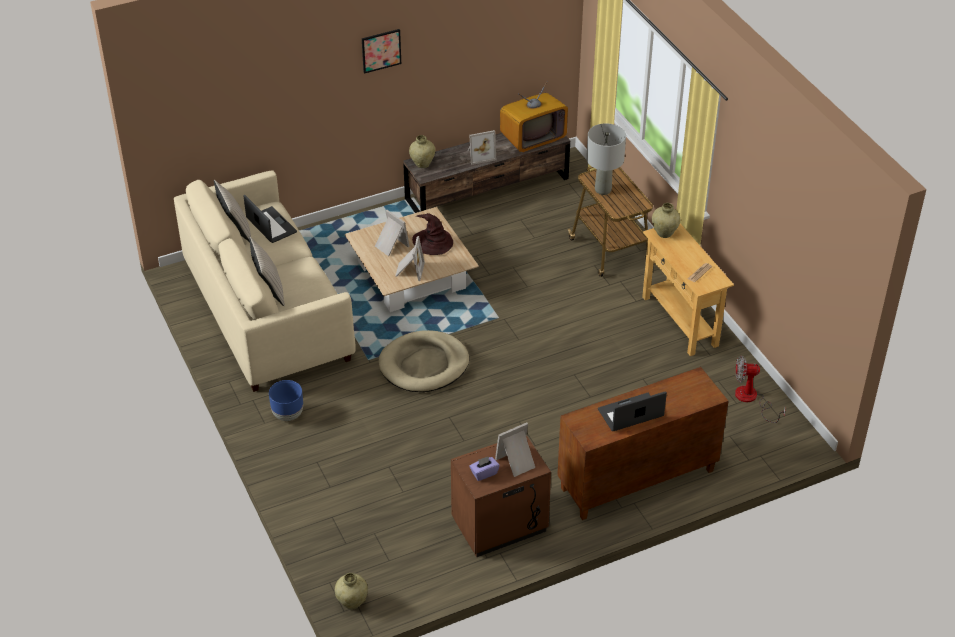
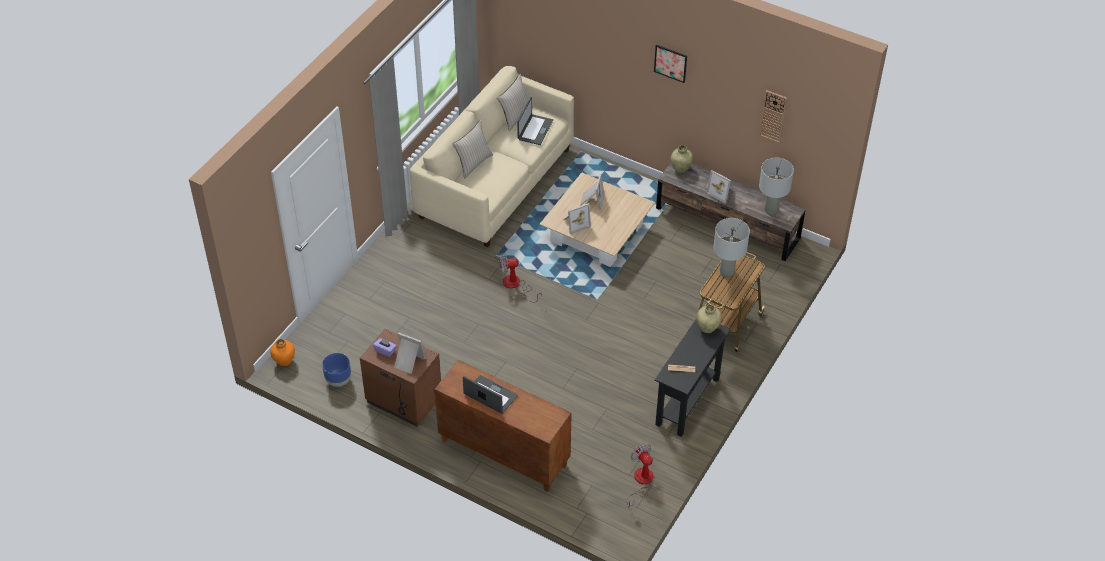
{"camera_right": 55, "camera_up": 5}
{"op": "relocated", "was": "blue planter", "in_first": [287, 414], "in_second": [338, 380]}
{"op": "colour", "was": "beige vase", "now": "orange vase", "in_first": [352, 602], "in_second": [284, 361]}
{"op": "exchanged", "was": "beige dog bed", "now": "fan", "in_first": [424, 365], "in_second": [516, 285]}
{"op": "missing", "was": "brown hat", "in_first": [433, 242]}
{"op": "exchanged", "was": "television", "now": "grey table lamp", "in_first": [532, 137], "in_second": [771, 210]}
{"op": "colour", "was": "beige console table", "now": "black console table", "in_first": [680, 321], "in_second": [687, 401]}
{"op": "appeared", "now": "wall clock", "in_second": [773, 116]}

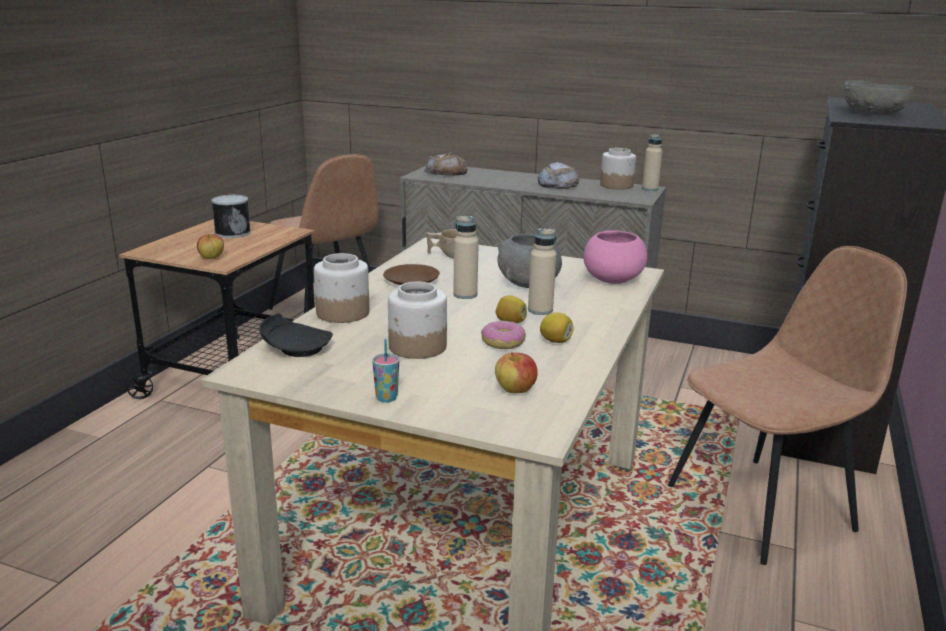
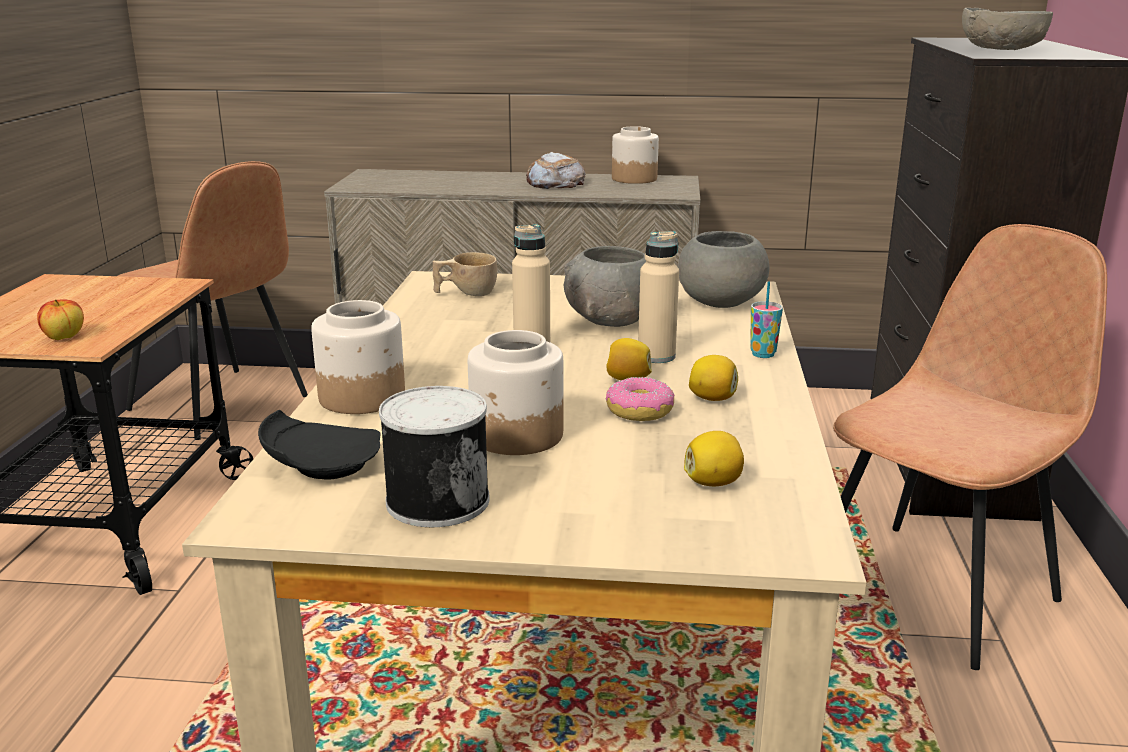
{"camera_right": -15, "camera_up": 0}
{"op": "relocated", "was": "can", "in_first": [232, 232], "in_second": [436, 500]}
{"op": "relocated", "was": "cup", "in_first": [386, 398], "in_second": [763, 354]}
{"op": "missing", "was": "brown plate", "in_first": [412, 281]}
{"op": "missing", "was": "bread", "in_first": [446, 172]}
{"op": "exchanged", "was": "apple", "now": "lemon", "in_first": [515, 390], "in_second": [713, 482]}
{"op": "colour", "was": "pink bowl", "now": "grey bowl", "in_first": [612, 279], "in_second": [720, 302]}
{"op": "missing", "was": "beige bottle", "in_first": [650, 189]}

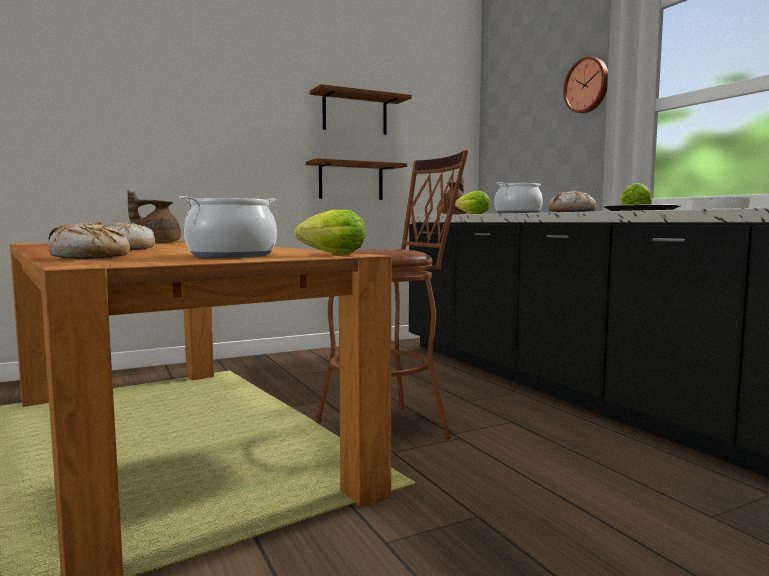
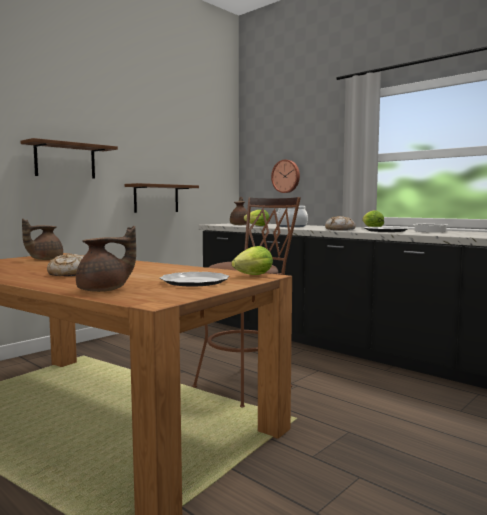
{"camera_right": -20, "camera_up": 0}
{"op": "exchanged", "was": "bread", "now": "brown teapot", "in_first": [90, 257], "in_second": [104, 290]}
{"op": "exchanged", "was": "cooking pot", "now": "plate", "in_first": [231, 256], "in_second": [194, 281]}
{"op": "relocated", "was": "brown shelf", "in_first": [355, 114], "in_second": [65, 161]}
{"op": "relocated", "was": "wall clock", "in_first": [587, 85], "in_second": [286, 176]}

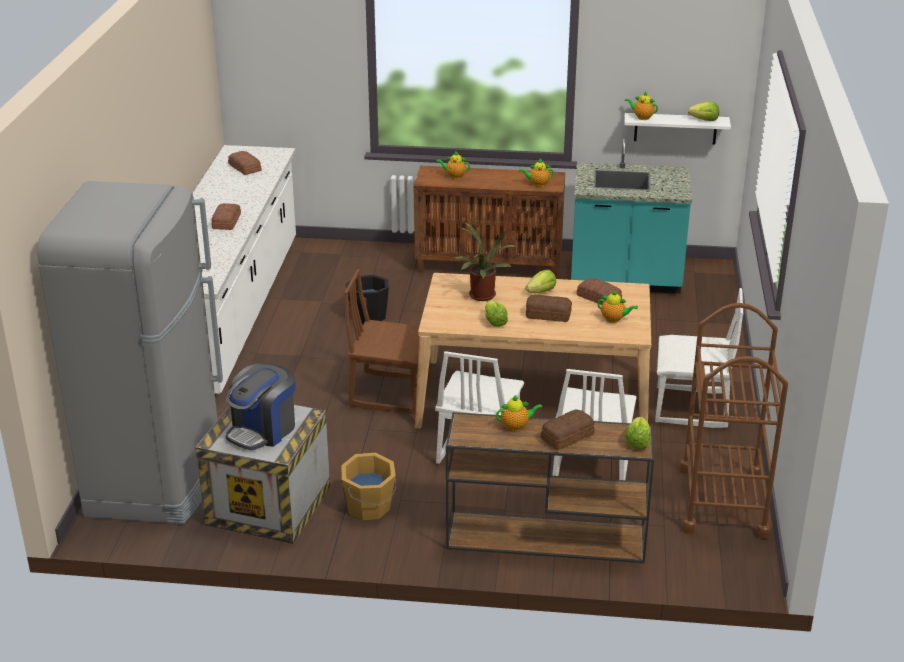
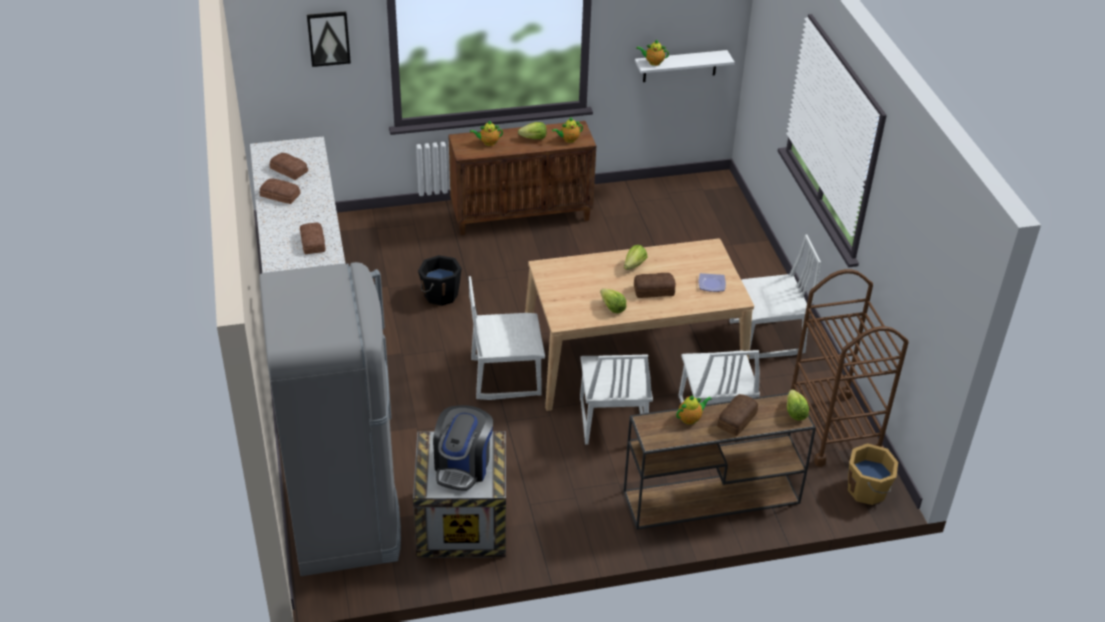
{"camera_right": -20, "camera_up": 10}
{"op": "relocated", "was": "orange bucket", "in_first": [369, 507], "in_second": [867, 490]}
{"op": "colour", "was": "brown chair", "now": "white chair", "in_first": [390, 392], "in_second": [505, 377]}
{"op": "missing", "was": "potted plant", "in_first": [481, 297]}
{"op": "missing", "was": "turquoise counter", "in_first": [625, 280]}
{"op": "relocated", "was": "bread", "in_first": [599, 298], "in_second": [280, 195]}
{"op": "exchanged", "was": "teapot", "now": "plate", "in_first": [614, 319], "in_second": [711, 284]}
{"op": "relocated", "was": "lettuce", "in_first": [704, 120], "in_second": [534, 138]}
{"op": "appeared", "now": "picture", "in_second": [328, 38]}

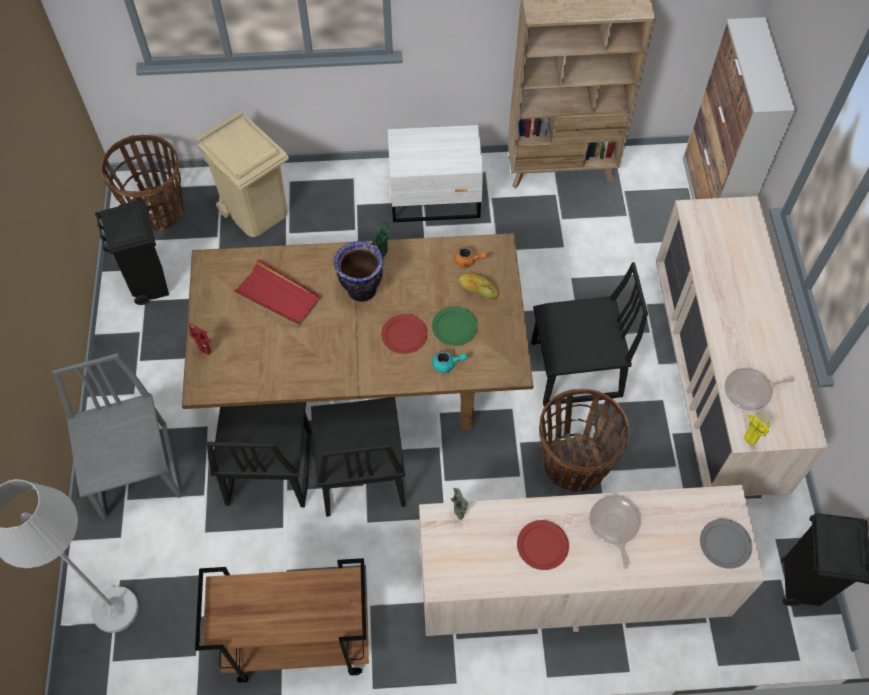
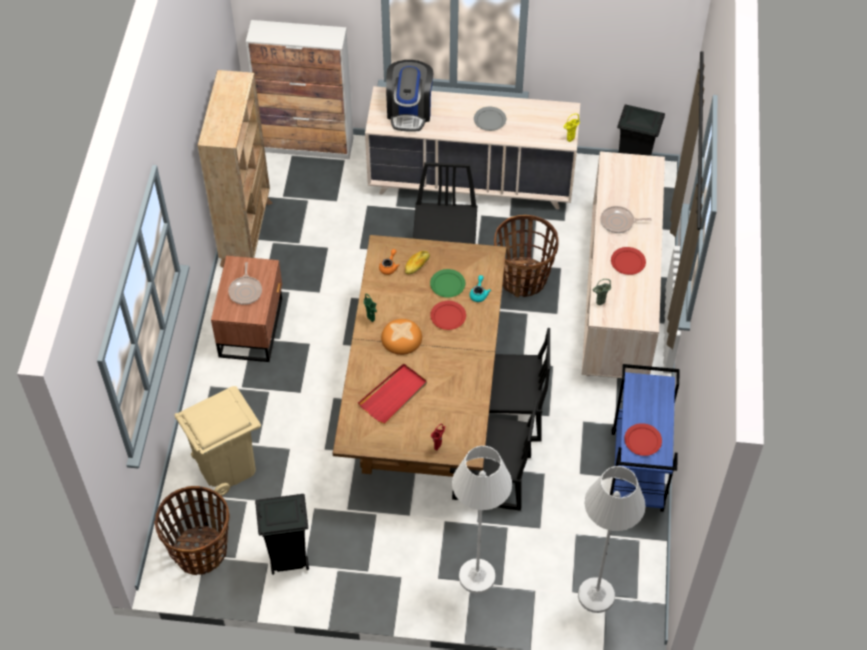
{"camera_right": -80, "camera_up": -5}
{"op": "exchanged", "was": "grey chair", "now": "white floor lamp", "in_first": [137, 471], "in_second": [477, 576]}
{"op": "colour", "was": "brown cart", "now": "blue cart", "in_first": [298, 643], "in_second": [637, 471]}
{"op": "exchanged", "was": "vase", "now": "bread", "in_first": [361, 290], "in_second": [401, 339]}
{"op": "colour", "was": "white nightstand", "now": "brown nightstand", "in_first": [436, 199], "in_second": [253, 327]}
{"op": "relocated", "was": "grey plate", "in_first": [724, 544], "in_second": [489, 120]}
{"op": "relocated", "was": "frying pan", "in_first": [749, 391], "in_second": [246, 291]}
{"op": "appeared", "now": "coffee machine", "in_second": [409, 111]}
{"op": "appeared", "now": "red plate", "in_second": [643, 440]}

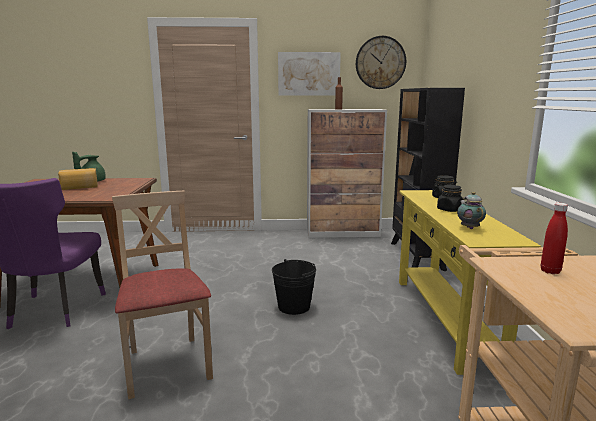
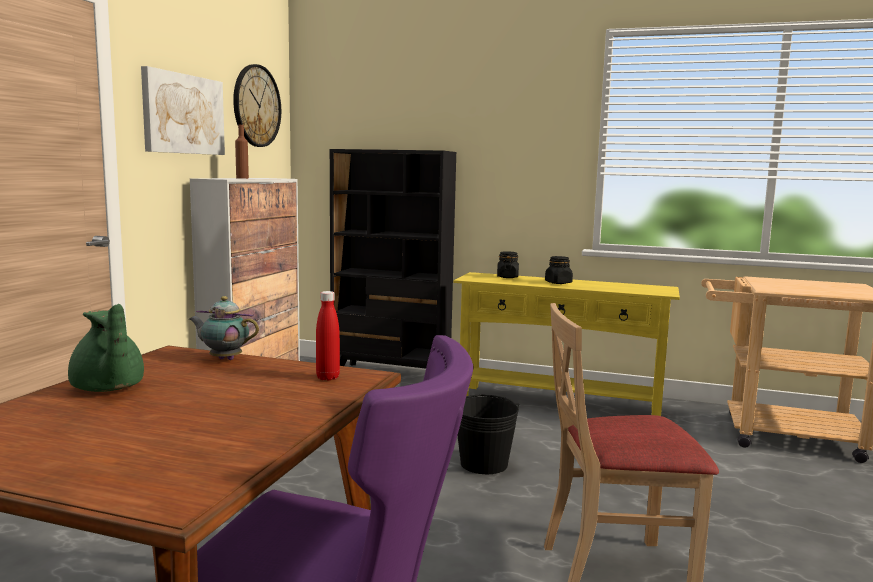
{"camera_right": -70, "camera_up": -5}
{"op": "missing", "was": "bread", "in_first": [79, 187]}
{"op": "relocated", "was": "teapot", "in_first": [469, 227], "in_second": [224, 359]}
{"op": "relocated", "was": "red bottle", "in_first": [550, 271], "in_second": [328, 377]}

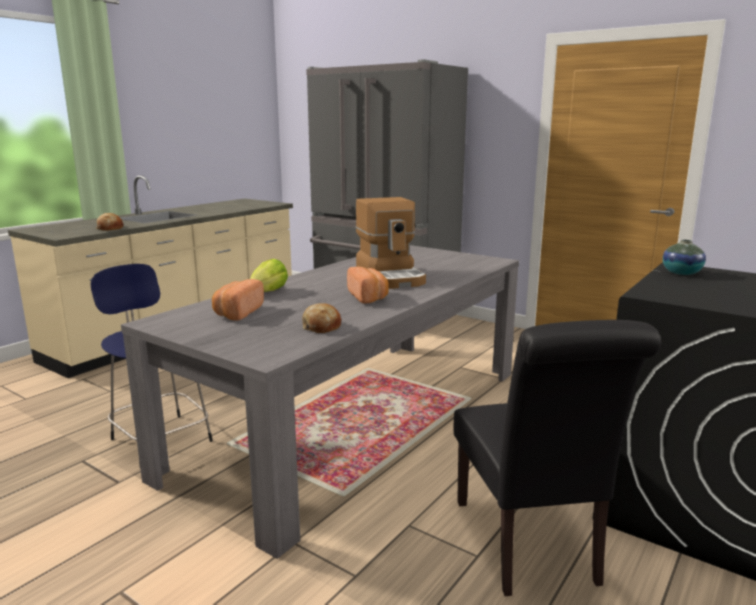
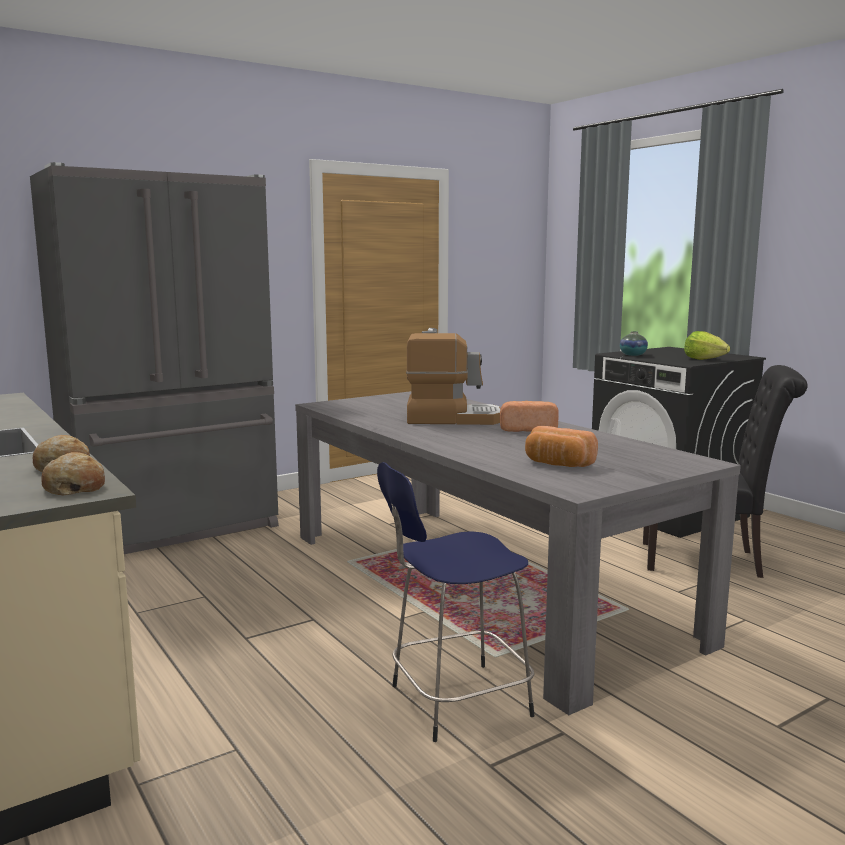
{"camera_right": -70, "camera_up": -5}
{"op": "relocated", "was": "lettuce", "in_first": [269, 291], "in_second": [704, 359]}
{"op": "relocated", "was": "bread", "in_first": [321, 327], "in_second": [74, 487]}

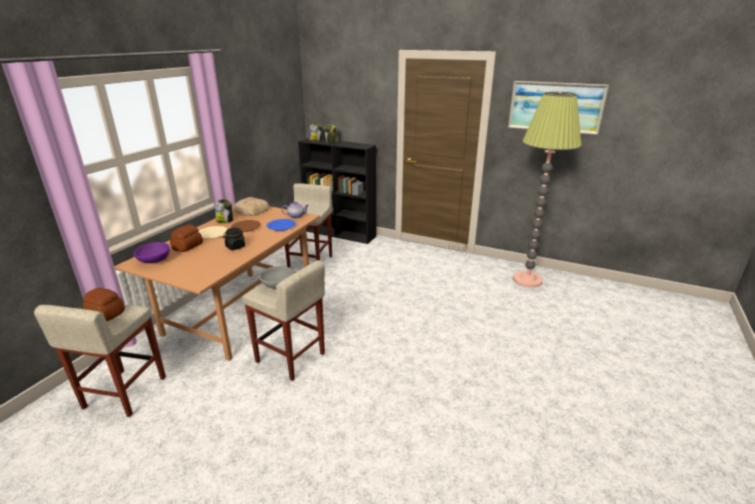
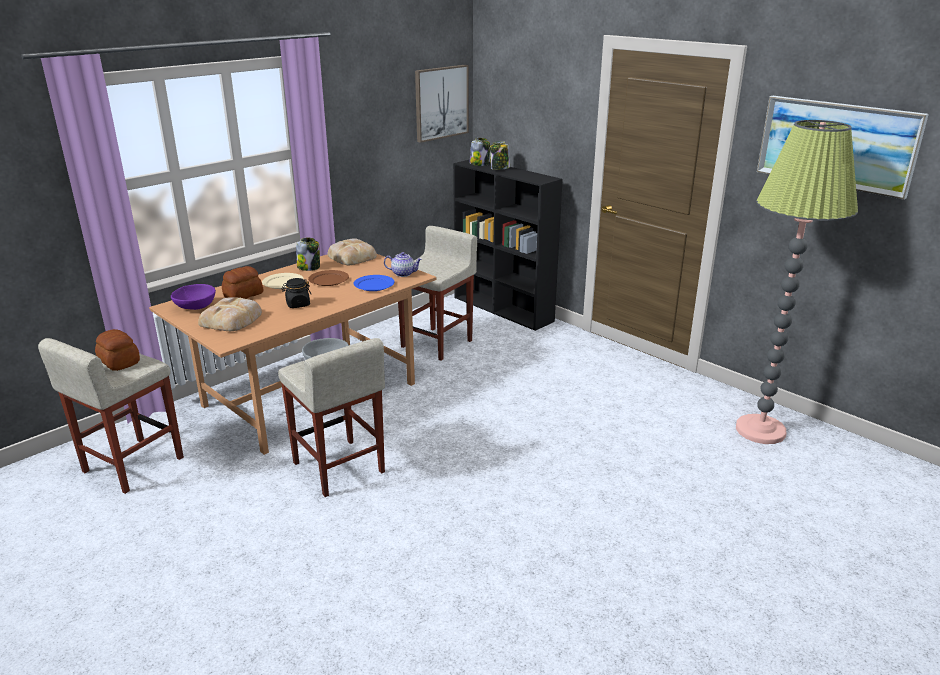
{"camera_right": 20, "camera_up": 0}
{"op": "appeared", "now": "bread", "in_second": [232, 319]}
{"op": "appeared", "now": "picture", "in_second": [441, 102]}

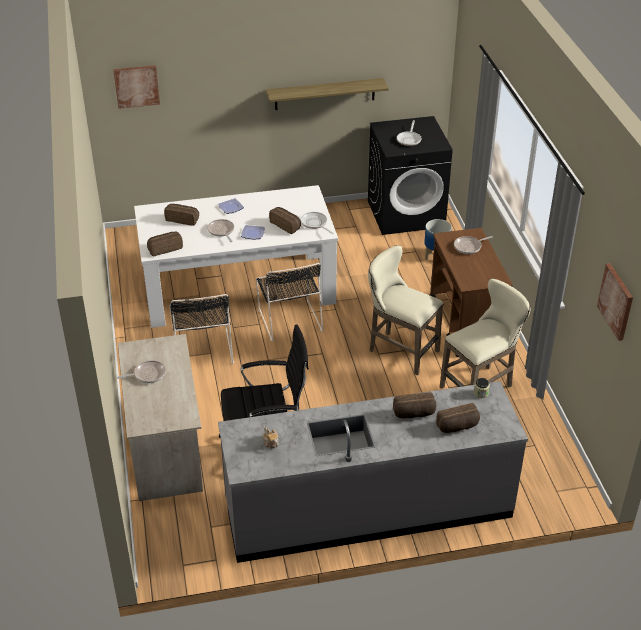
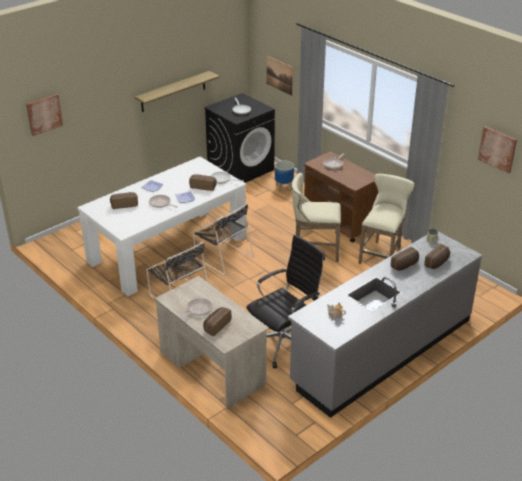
{"camera_right": -30, "camera_up": -5}
{"op": "relocated", "was": "bread", "in_first": [165, 248], "in_second": [216, 326]}
{"op": "appeared", "now": "picture", "in_second": [279, 75]}

